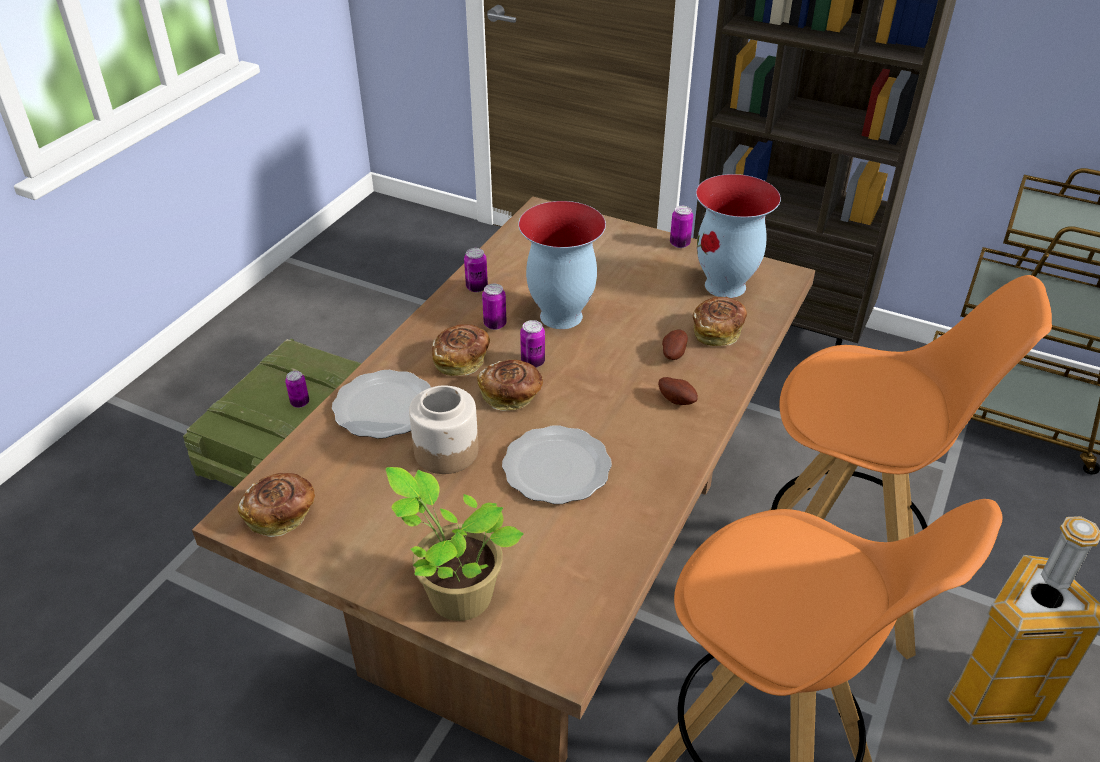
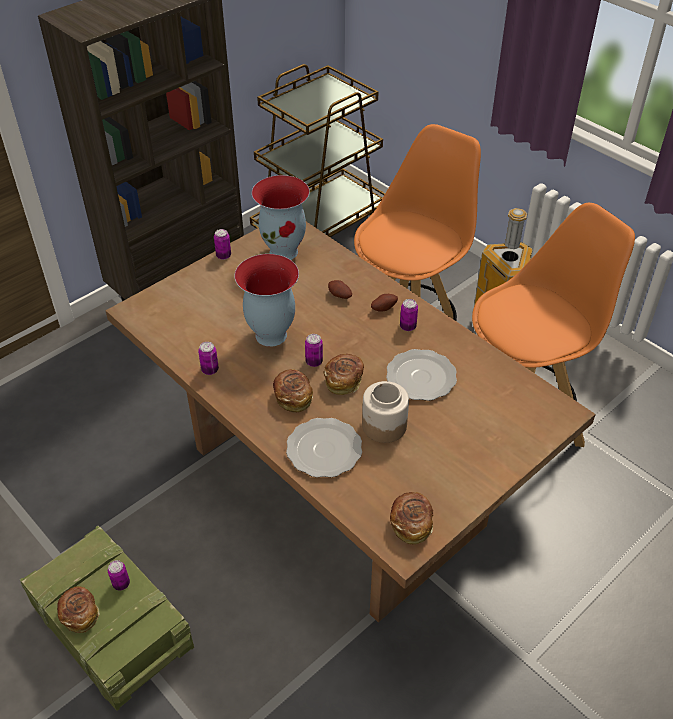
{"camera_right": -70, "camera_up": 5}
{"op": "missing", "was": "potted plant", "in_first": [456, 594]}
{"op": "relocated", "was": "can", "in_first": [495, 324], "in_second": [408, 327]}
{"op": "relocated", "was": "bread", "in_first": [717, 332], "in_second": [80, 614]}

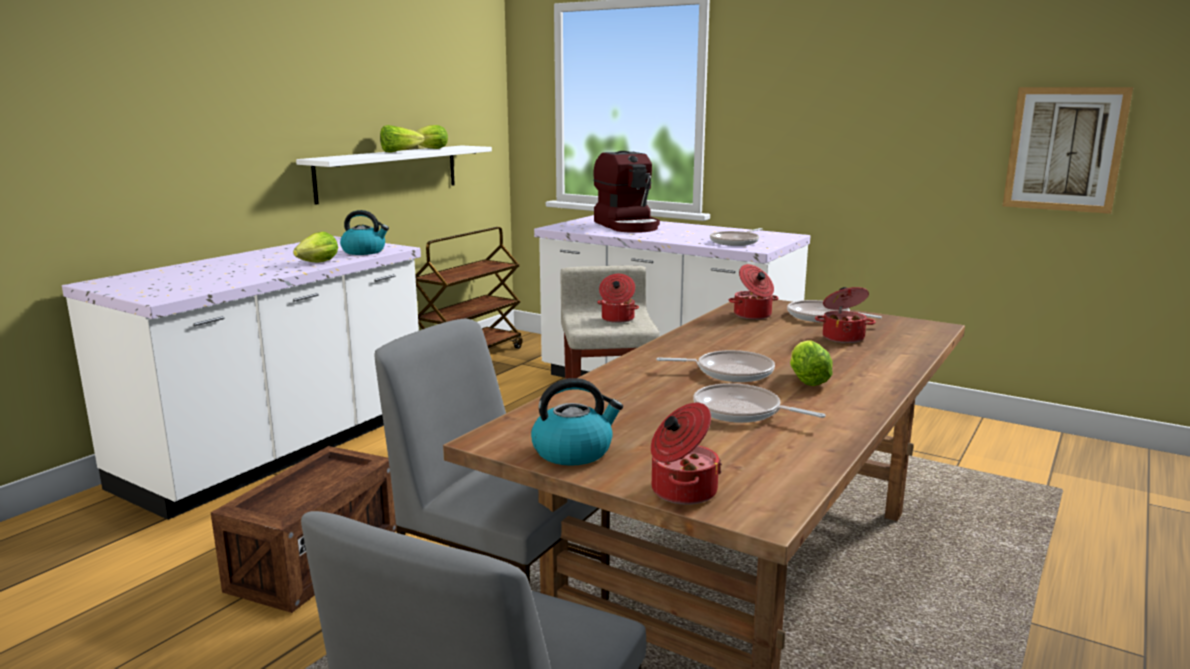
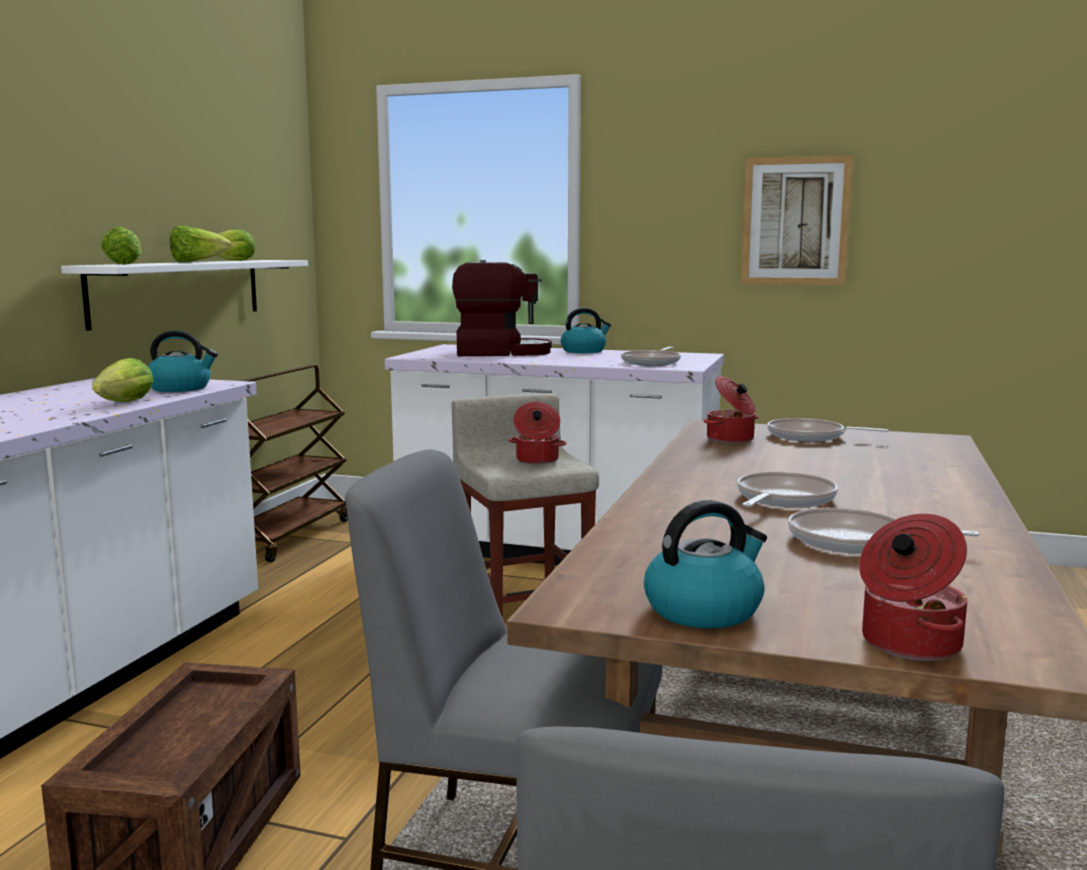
{"camera_right": -15, "camera_up": -5}
{"op": "spun", "was": "coffee machine", "in_first": [627, 226], "in_second": [500, 352], "clockwise": -60}
{"op": "spun", "was": "frying pan", "in_first": [729, 372], "in_second": [782, 499], "clockwise": -45}
{"op": "relocated", "was": "lettuce", "in_first": [806, 380], "in_second": [124, 264]}
{"op": "missing", "was": "cooking pot", "in_first": [843, 337]}
{"op": "relocated", "was": "picture", "in_first": [1064, 149], "in_second": [795, 221]}
{"op": "appeared", "now": "kettle", "in_second": [584, 351]}

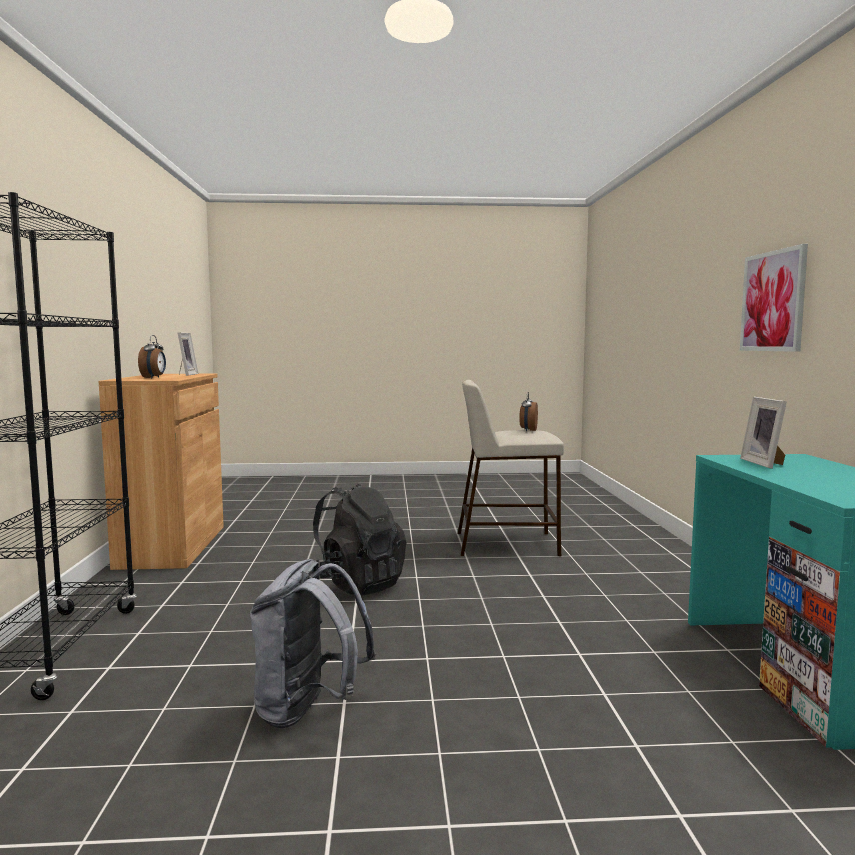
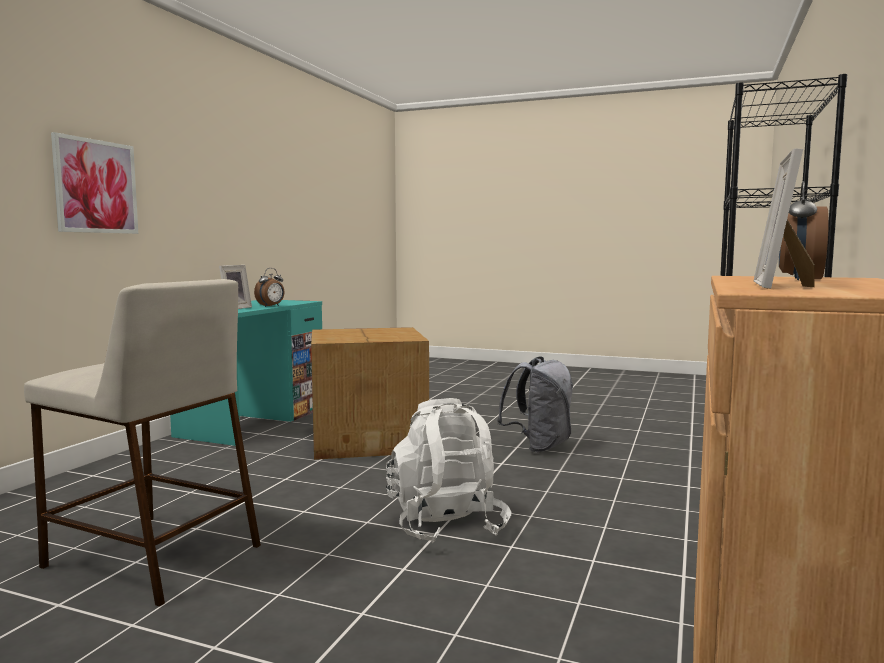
{"camera_right": -155, "camera_up": 0}
{"op": "colour", "was": "black backpack", "now": "white backpack", "in_first": [356, 584], "in_second": [446, 525]}
{"op": "relocated", "was": "alarm clock", "in_first": [528, 430], "in_second": [271, 306]}
{"op": "appeared", "now": "cardboard box", "in_second": [370, 439]}

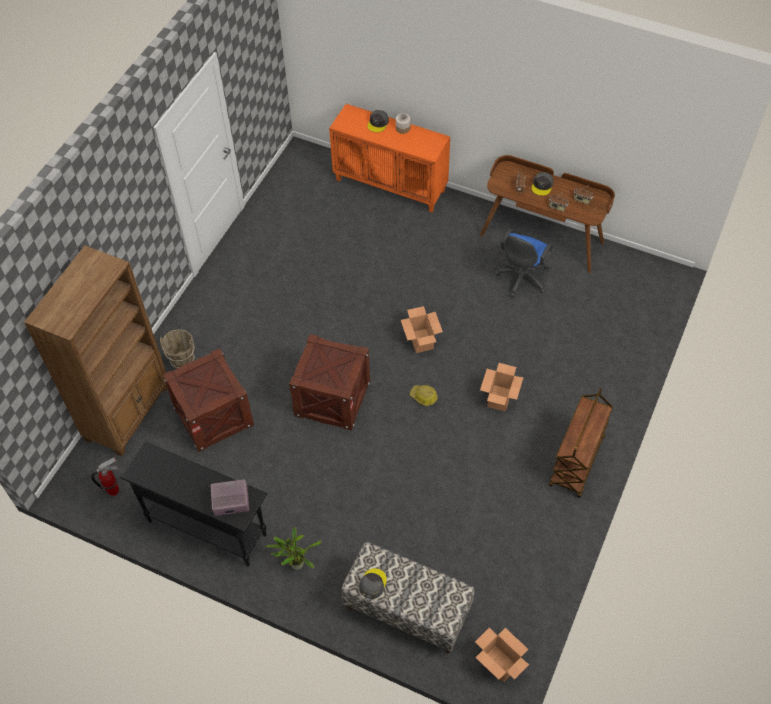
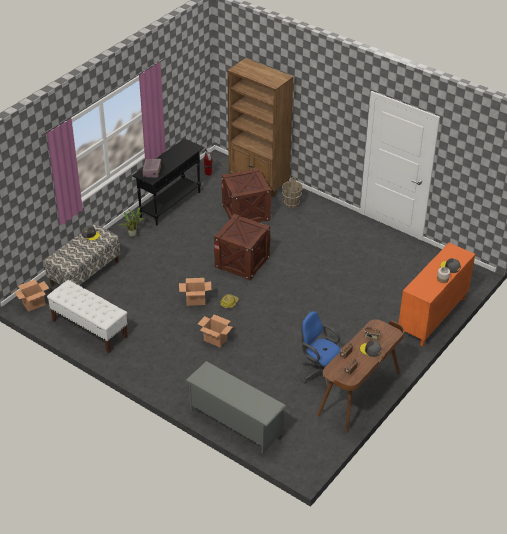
{"camera_right": 100, "camera_up": -15}
{"op": "relocated", "was": "cardboard box", "in_first": [421, 341], "in_second": [195, 300]}
{"op": "missing", "was": "brown cart", "in_first": [577, 462]}
{"op": "appeared", "now": "white bench", "in_second": [89, 328]}
{"op": "appeared", "now": "grey shoe rack", "in_second": [235, 422]}

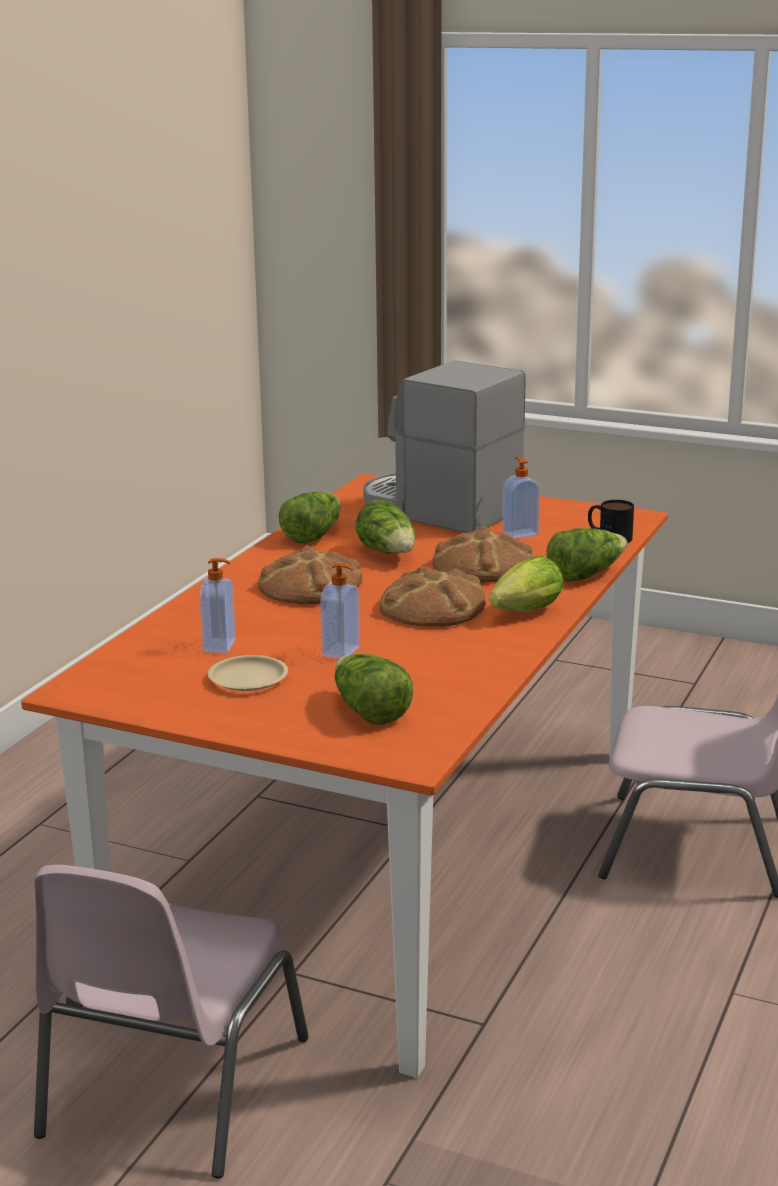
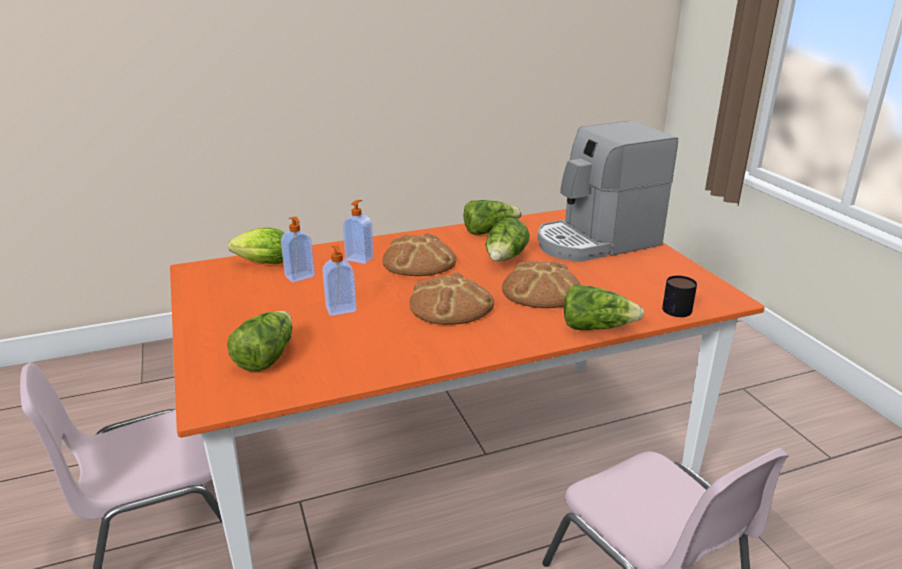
{"camera_right": 45, "camera_up": 5}
{"op": "missing", "was": "beige plate", "in_first": [248, 679]}
{"op": "spun", "was": "coffee machine", "in_first": [437, 509], "in_second": [596, 242], "clockwise": -105}
{"op": "relocated", "was": "lettuce", "in_first": [523, 613], "in_second": [261, 263]}
{"op": "relocated", "was": "soap dispenser", "in_first": [519, 533], "in_second": [360, 258]}

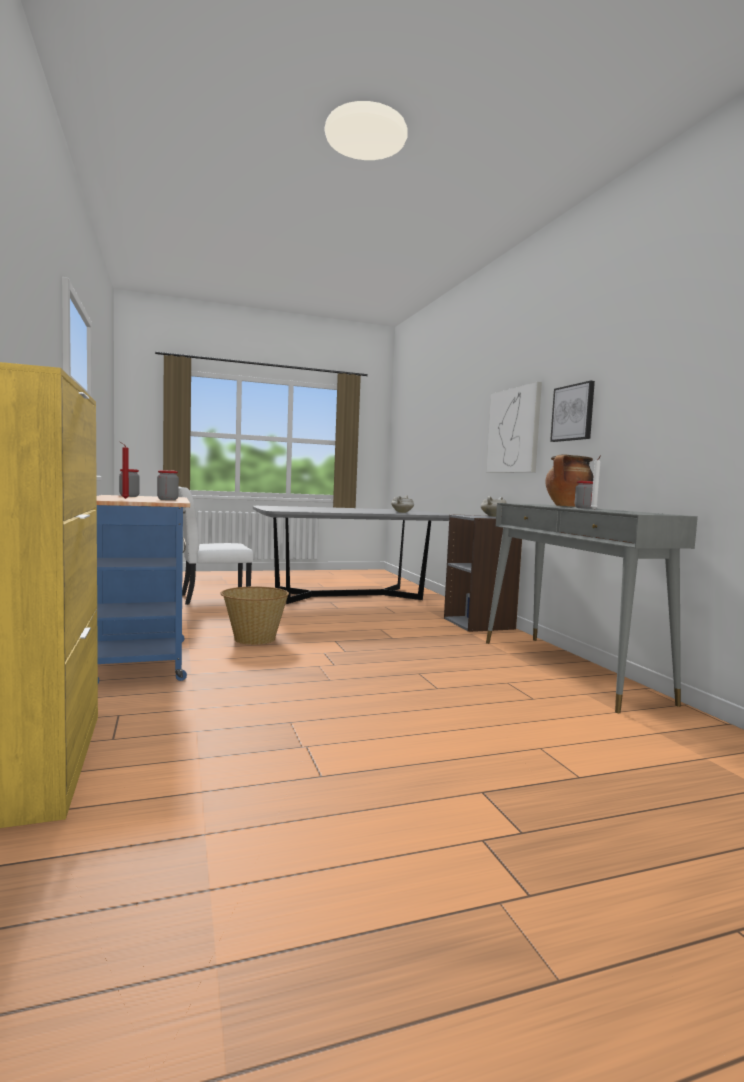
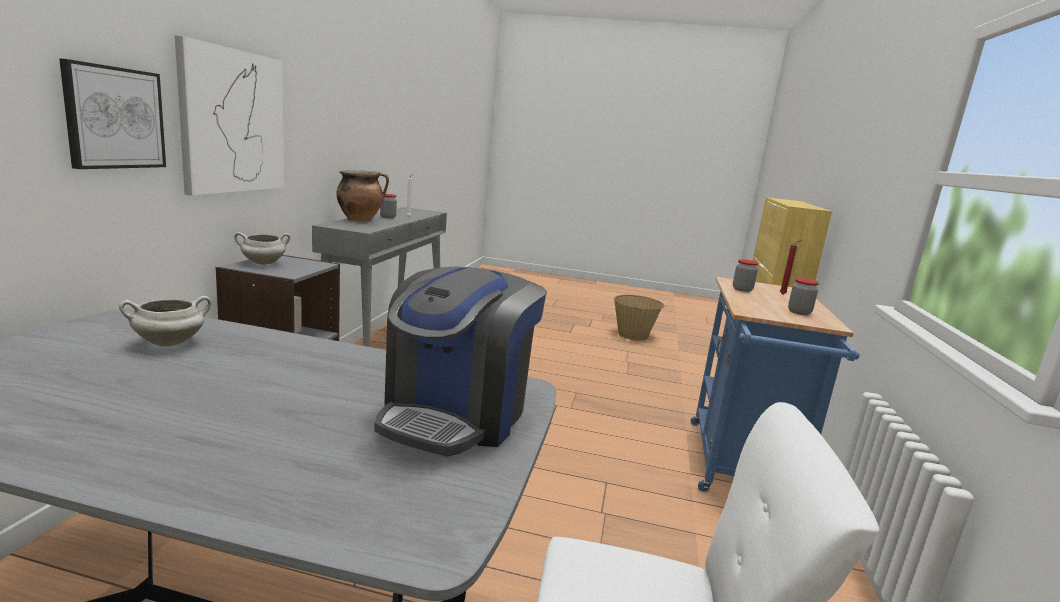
{"camera_right": -150, "camera_up": 10}
{"op": "relocated", "was": "basket", "in_first": [254, 639], "in_second": [633, 335]}
{"op": "relocated", "was": "picture", "in_first": [573, 413], "in_second": [114, 118]}
{"op": "appeared", "now": "coffee machine", "in_second": [456, 414]}

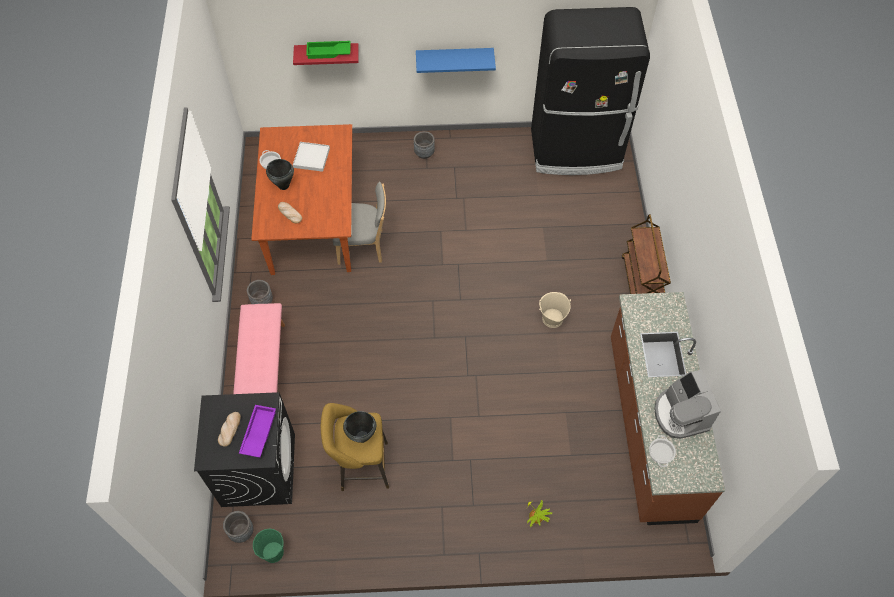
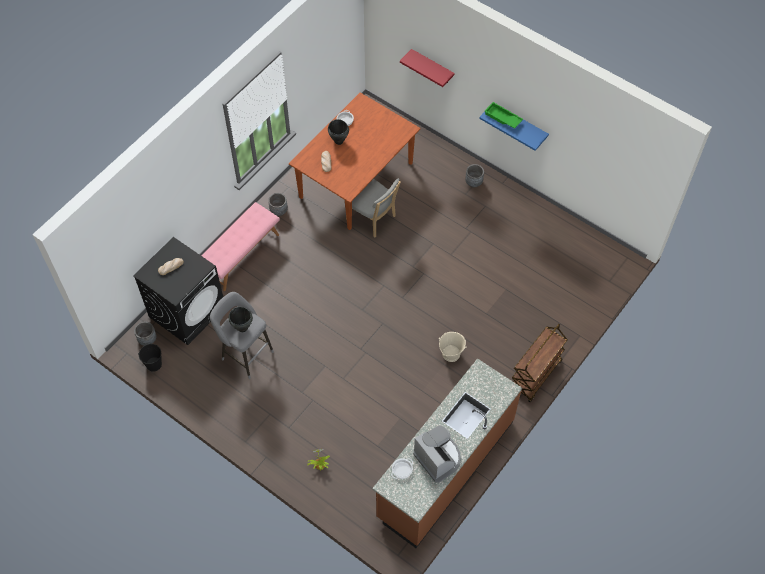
{"camera_right": 40, "camera_up": 0}
{"op": "missing", "was": "purple tray", "in_first": [258, 432]}
{"op": "colour", "was": "green bucket", "now": "black bucket", "in_first": [273, 552], "in_second": [154, 364]}
{"op": "missing", "was": "white tray", "in_first": [311, 158]}
{"op": "relocated", "was": "green tray", "in_first": [328, 52], "in_second": [502, 118]}
{"op": "colour", "was": "yellow stool", "now": "grey stool", "in_first": [360, 466], "in_second": [245, 354]}
{"op": "missing", "was": "black fridge", "in_first": [576, 150]}
{"op": "spun", "was": "coffee machine", "in_first": [680, 414], "in_second": [438, 458], "clockwise": 120}

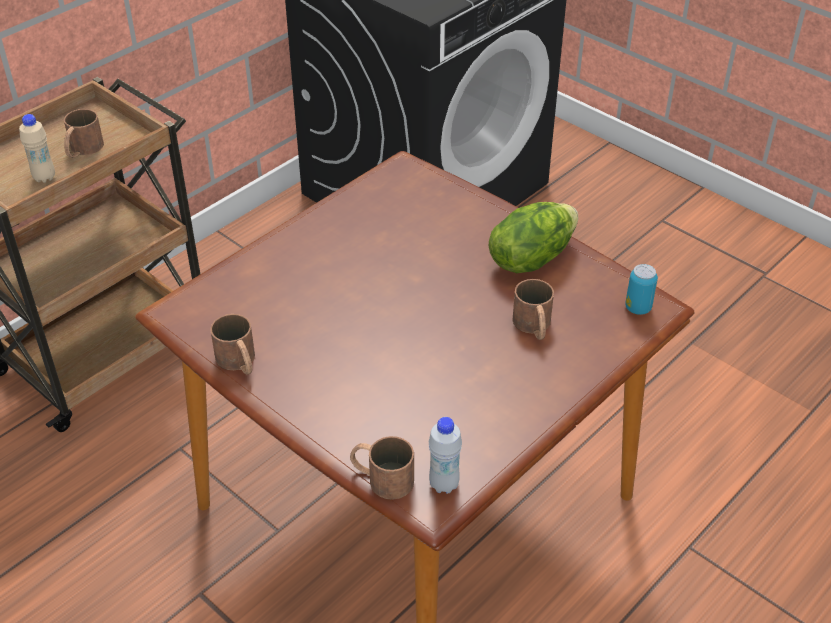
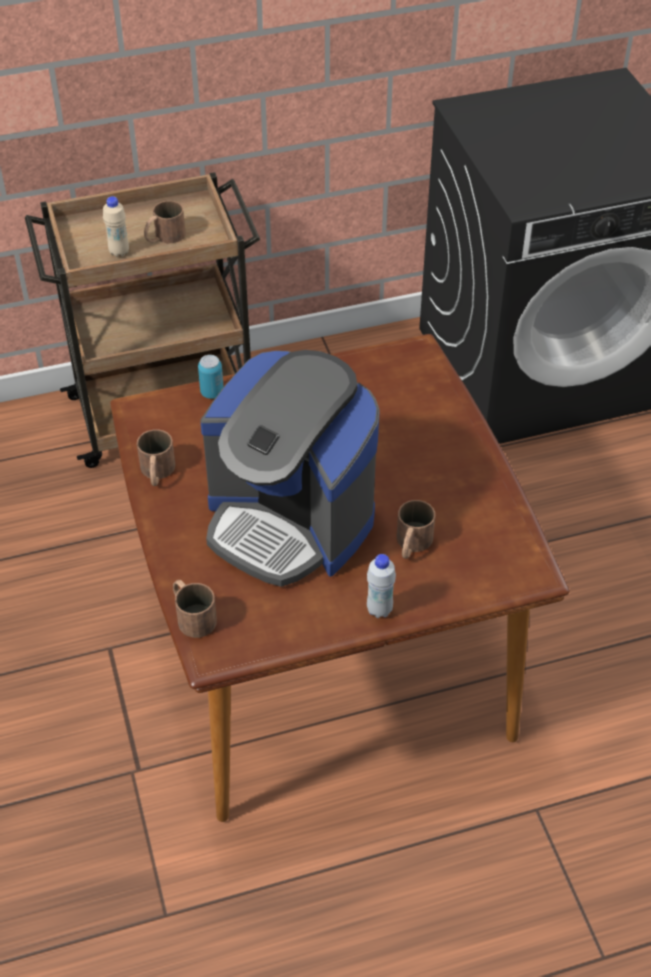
{"camera_right": 30, "camera_up": 5}
{"op": "relocated", "was": "white bottle", "in_first": [444, 484], "in_second": [379, 610]}
{"op": "missing", "was": "lettuce", "in_first": [530, 258]}
{"op": "relocated", "was": "can", "in_first": [638, 308], "in_second": [212, 392]}
{"op": "appeared", "now": "coffee machine", "in_second": [290, 521]}

